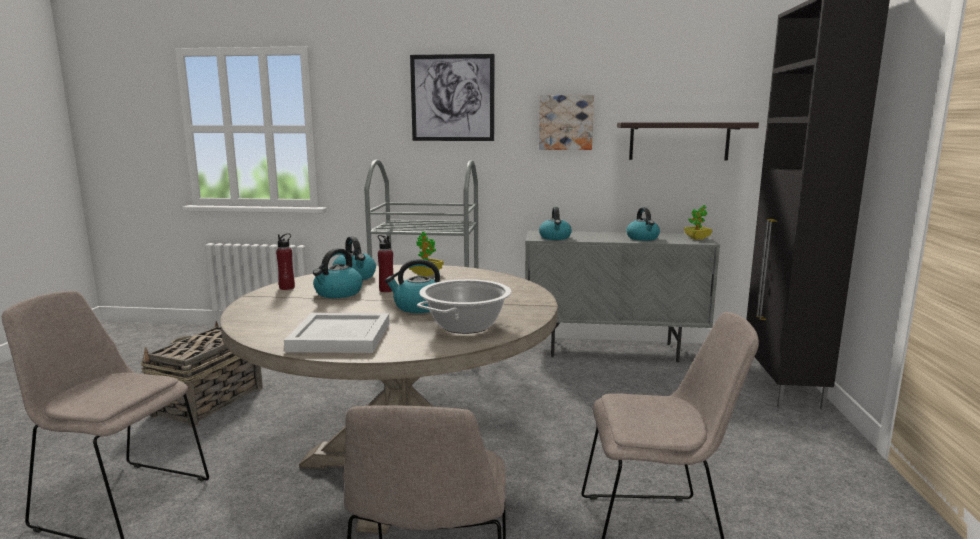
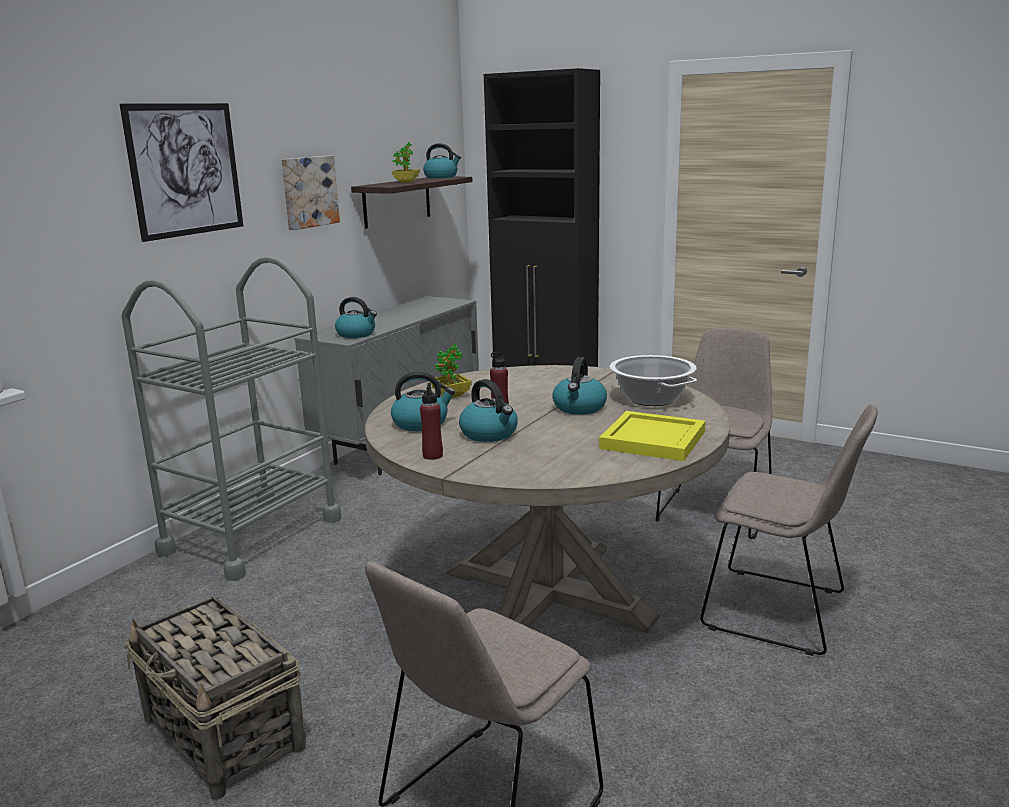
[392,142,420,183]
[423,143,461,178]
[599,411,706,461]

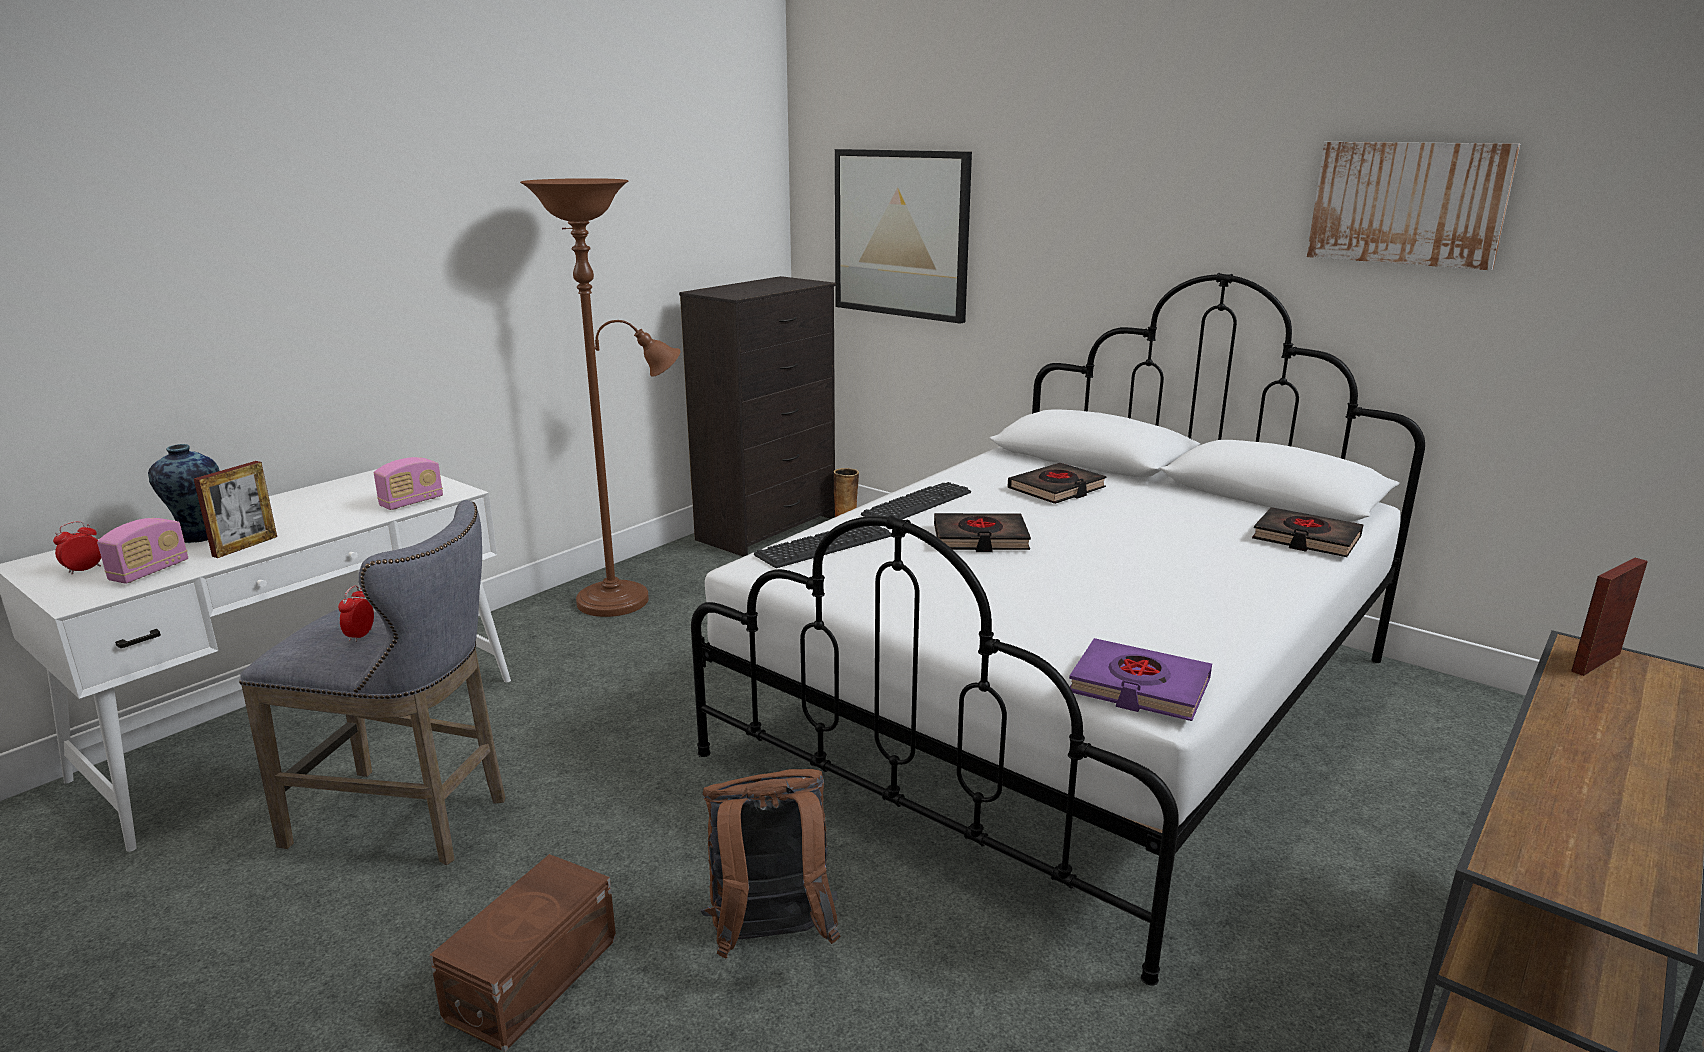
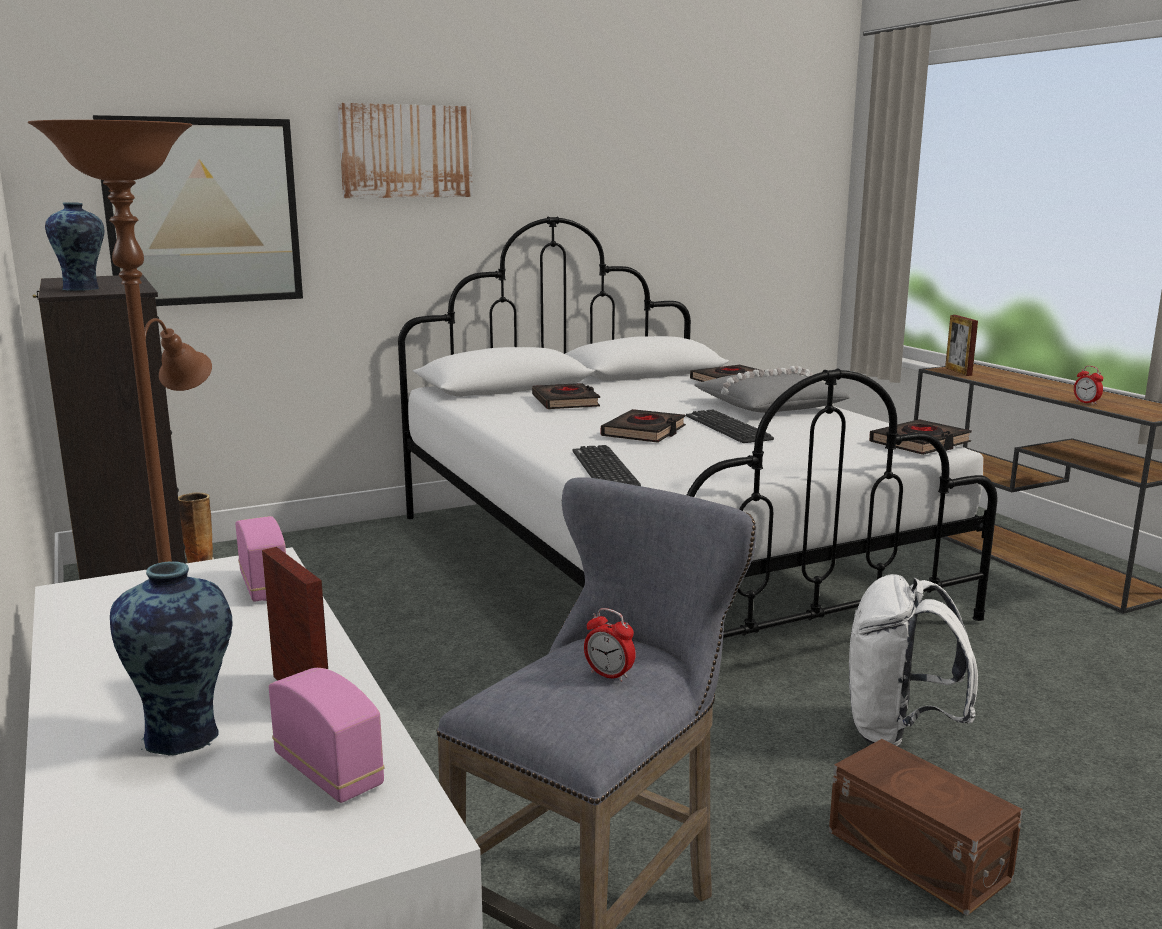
[45,202,104,291]
[337,103,473,198]
[686,410,774,443]
[694,366,850,413]
[849,574,978,747]
[869,419,972,455]
[1074,366,1103,405]

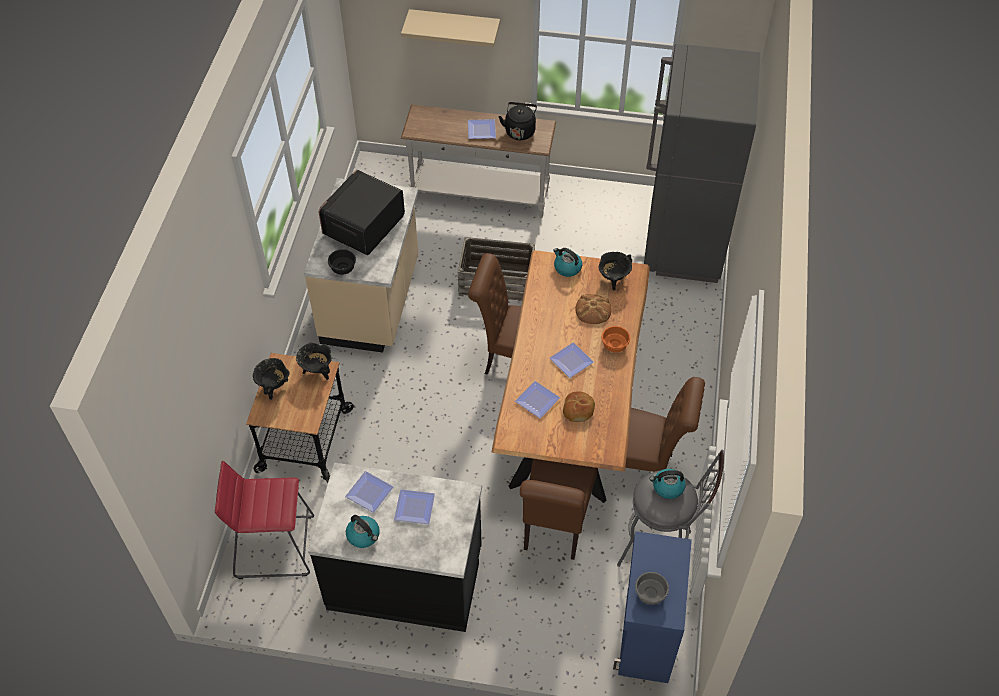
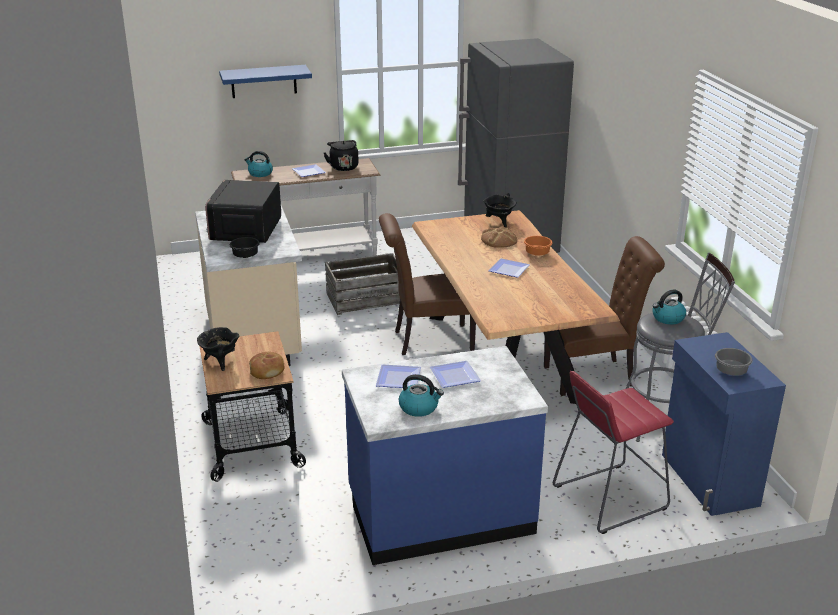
[219,65,312,98]
[244,151,273,177]
[249,352,285,379]
[342,346,548,565]
[553,371,674,534]
[296,343,332,380] (first image)
[515,381,560,419] (first image)
[520,459,598,560] (first image)

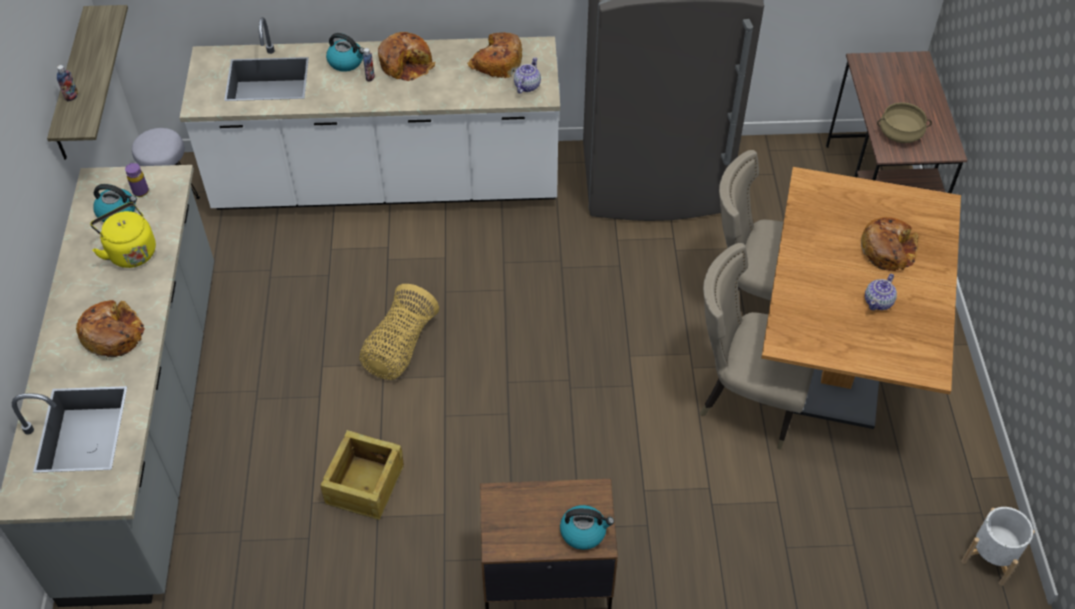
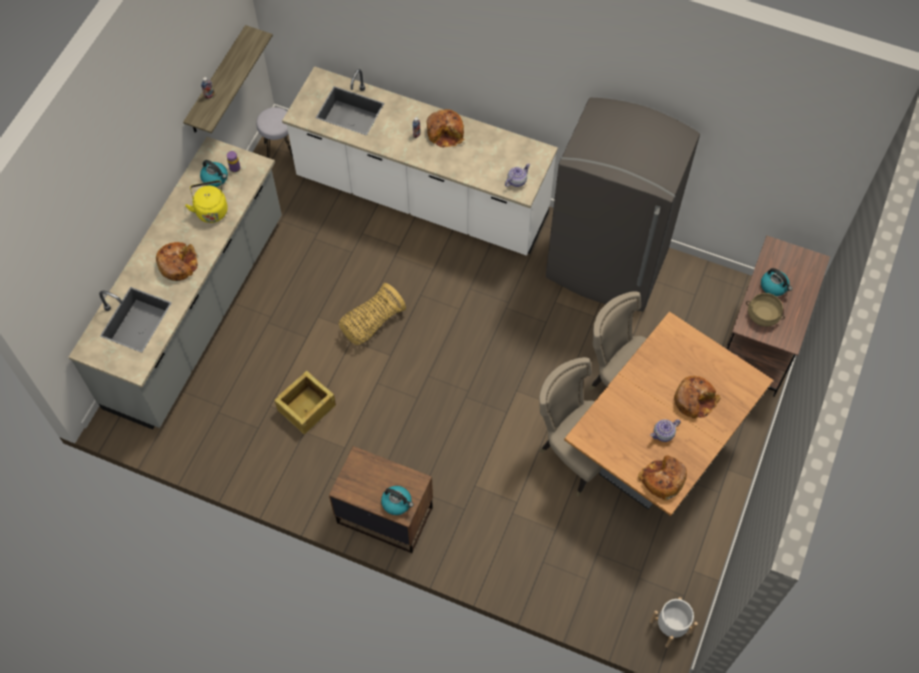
[638,455,687,501]
[761,268,792,296]

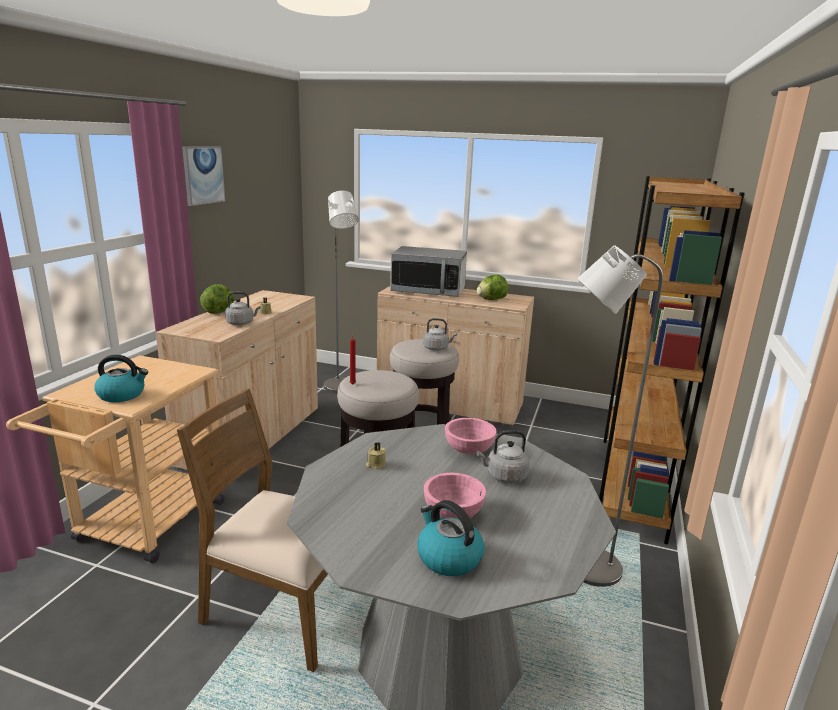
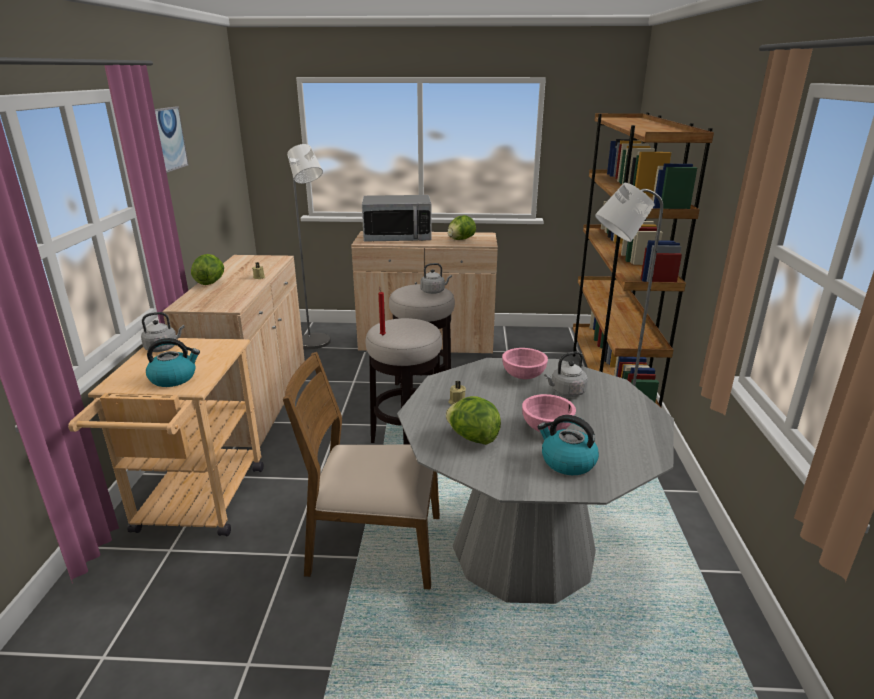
[141,312,185,352]
[446,396,501,445]

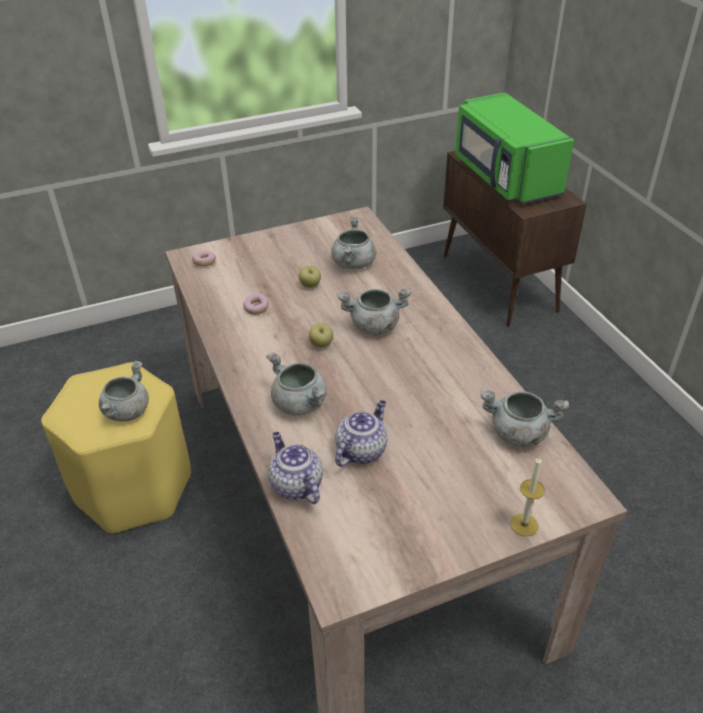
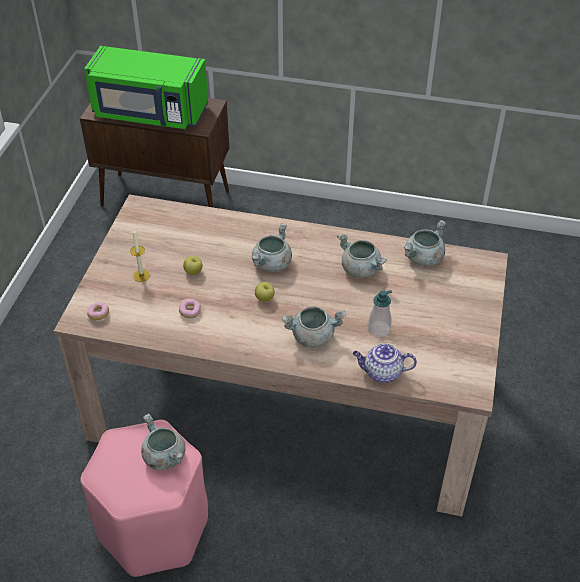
[80,420,208,577]
[130,230,150,282]
[337,233,387,278]
[368,290,392,337]

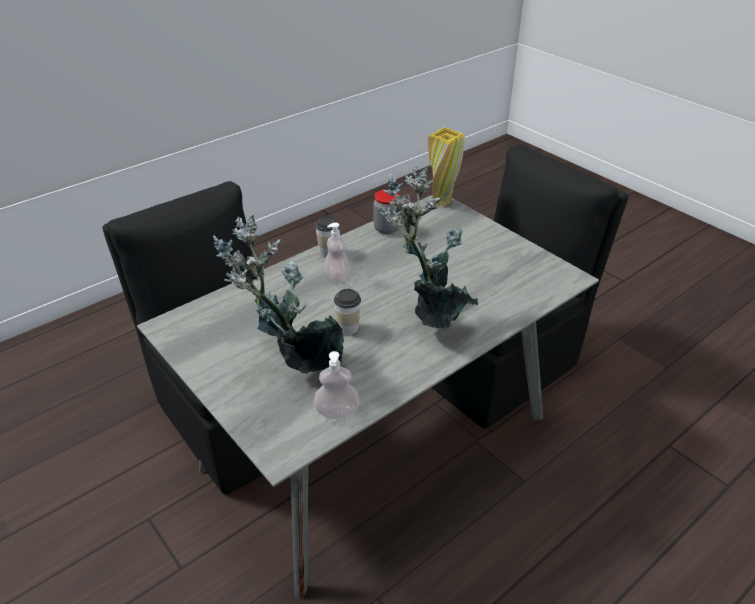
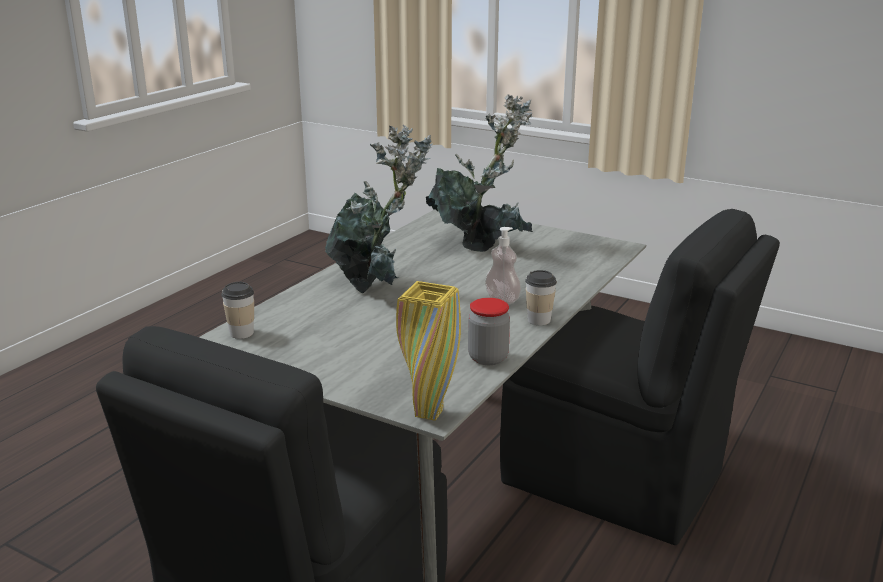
[221,282,254,339]
[314,351,359,419] (first image)

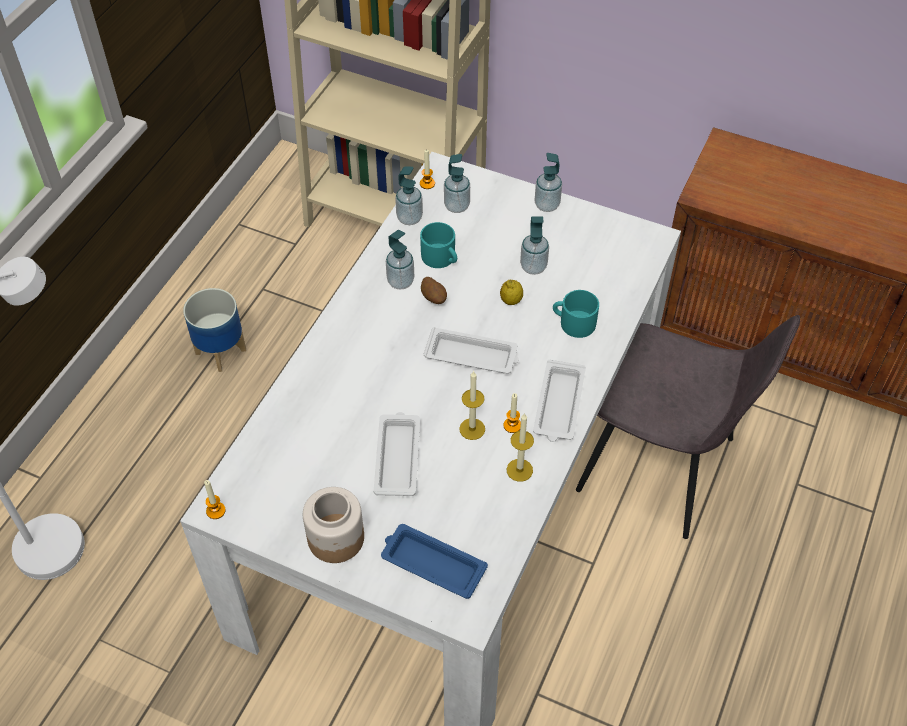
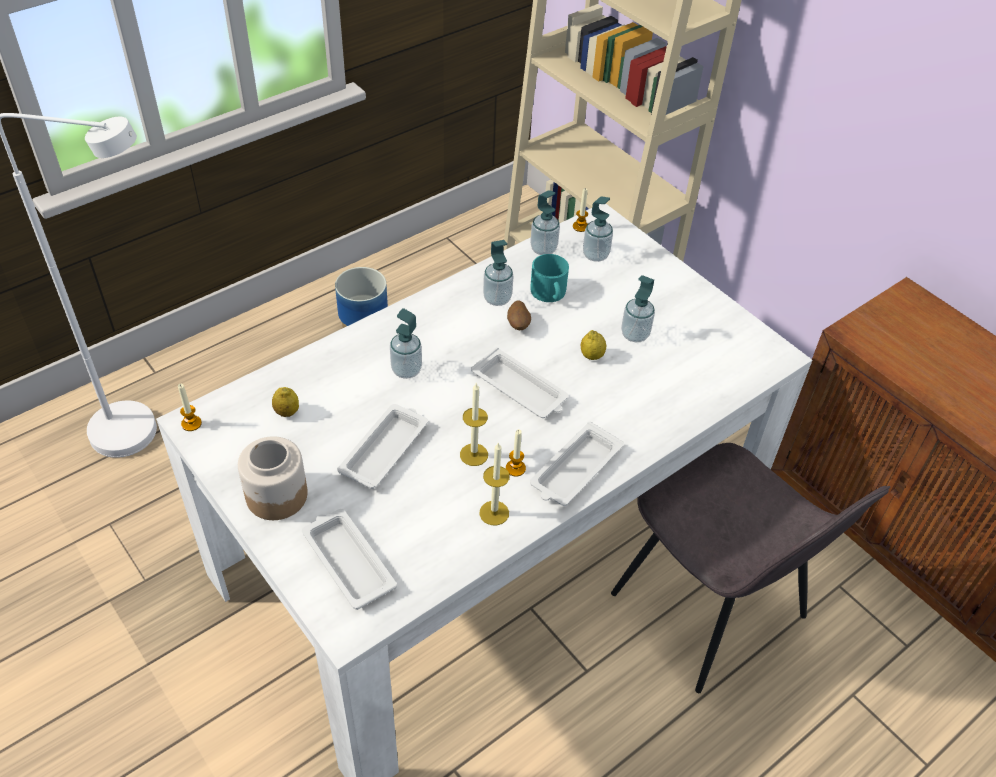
[272,387,299,417]
[302,509,397,610]
[390,308,422,379]
[553,290,599,338] (first image)

